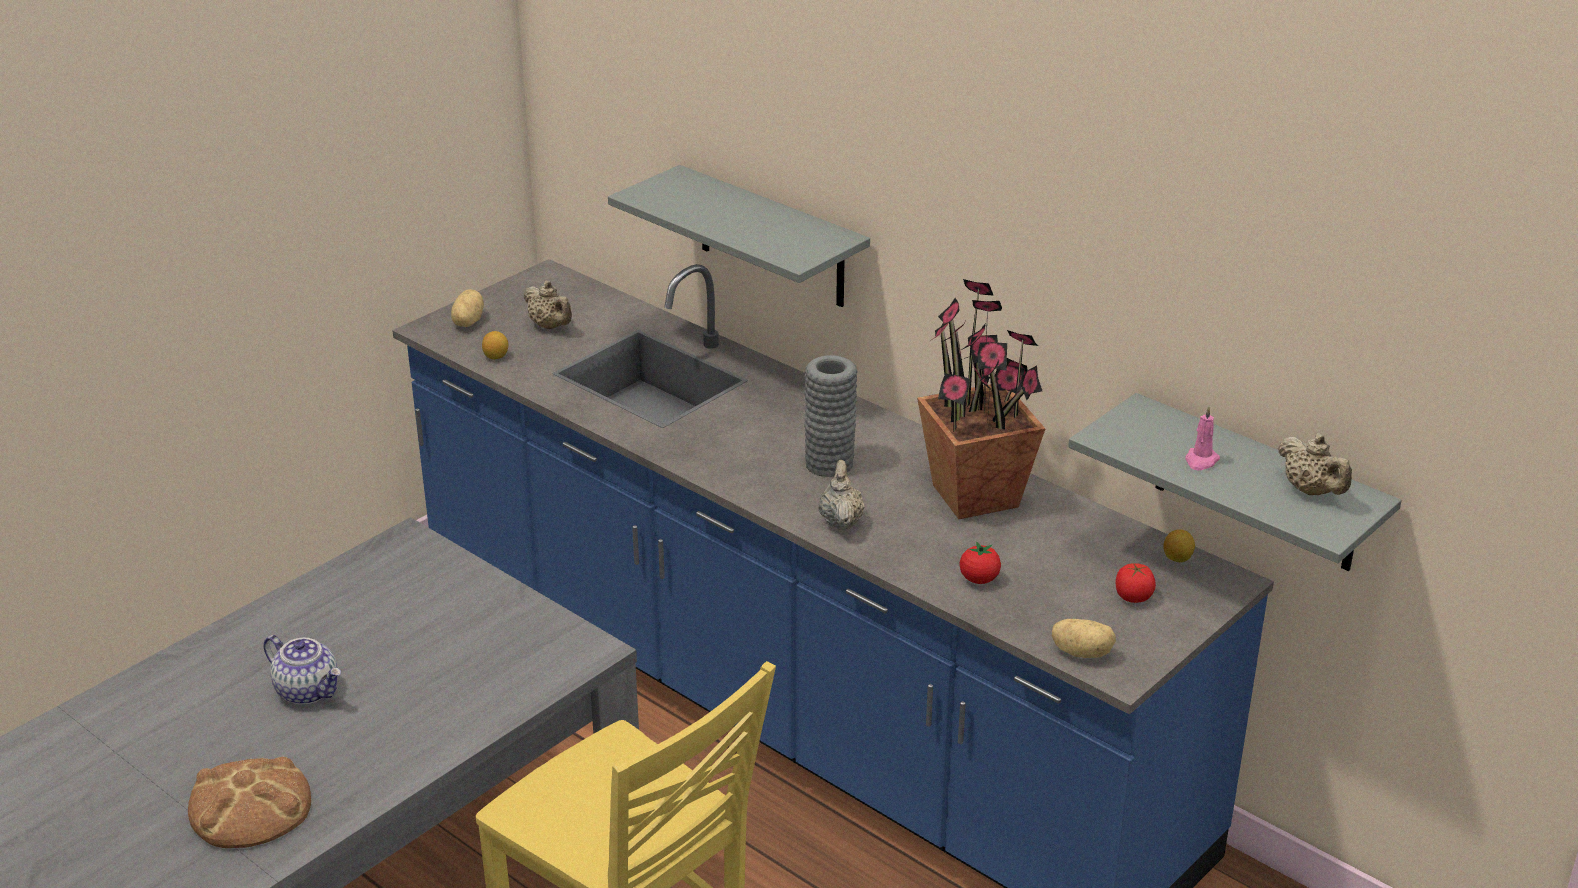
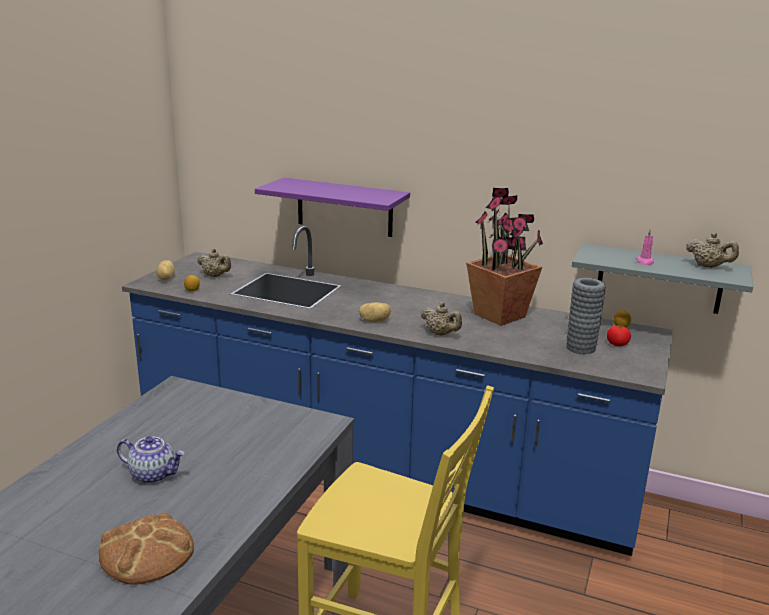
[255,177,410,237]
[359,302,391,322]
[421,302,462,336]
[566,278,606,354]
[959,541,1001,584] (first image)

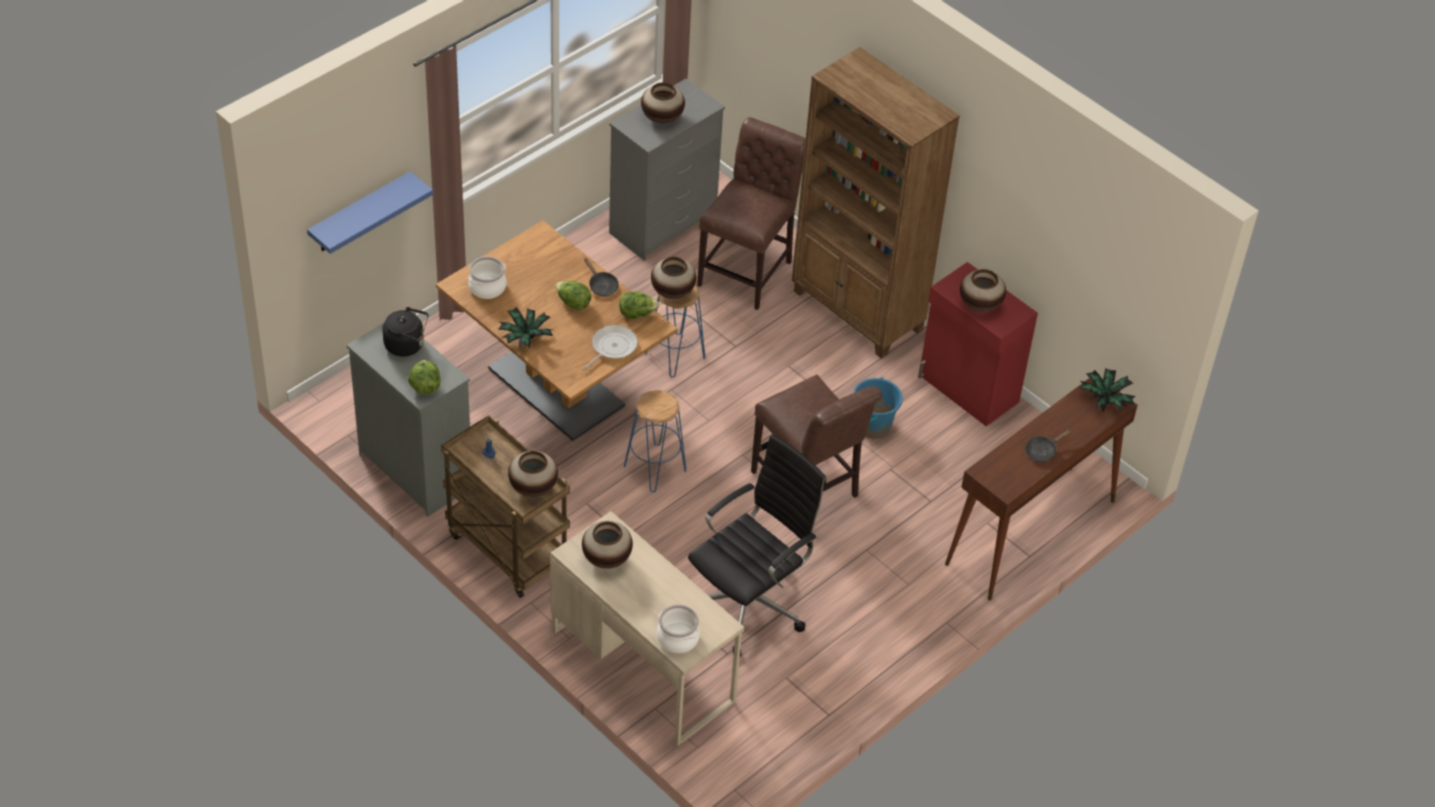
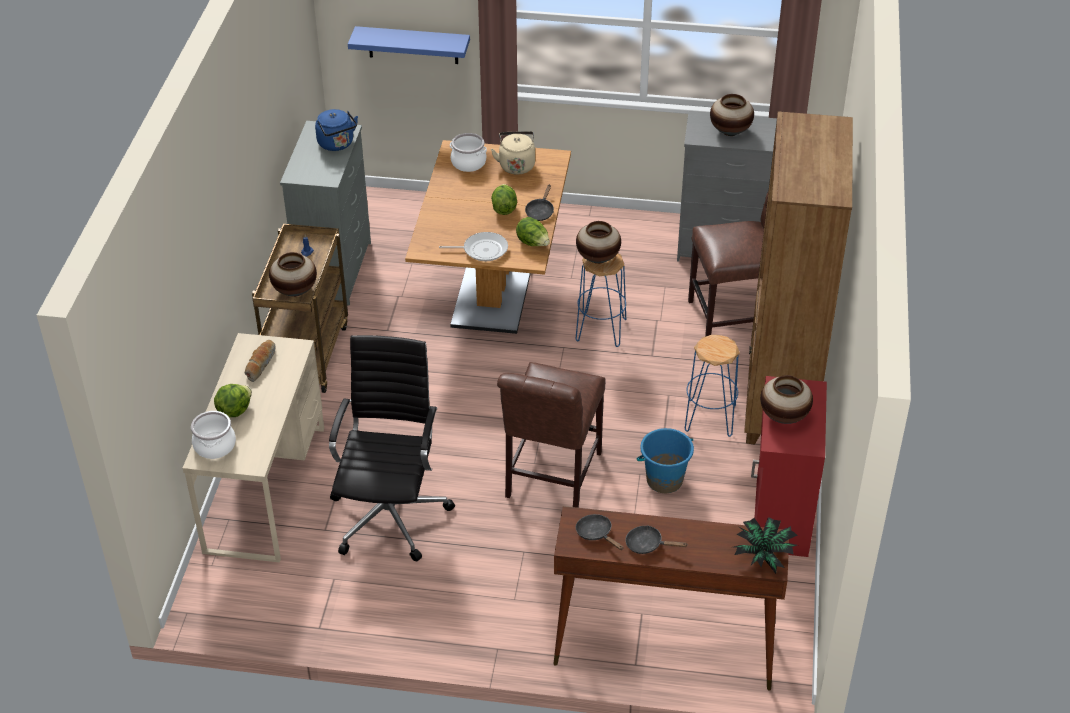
[214,384,252,417]
[245,340,275,382]
[315,109,358,151]
[329,335,455,561]
[491,131,535,175]
[576,514,624,550]
[685,335,740,437]
[498,307,553,348] (first image)

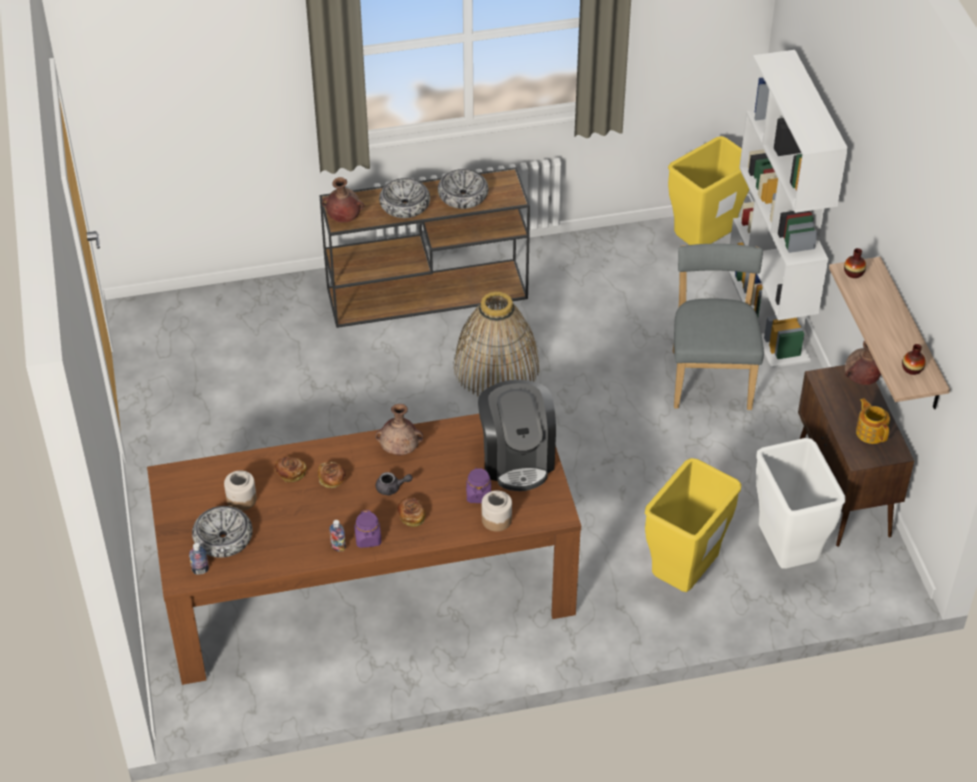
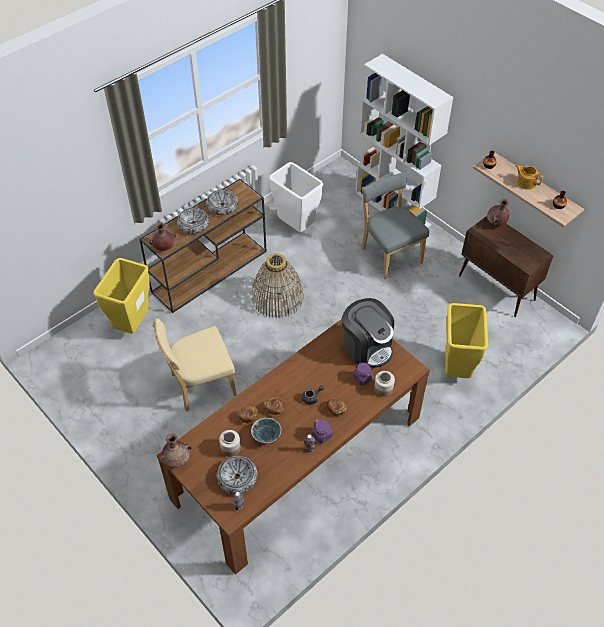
[94,258,150,334]
[153,318,237,412]
[159,433,191,468]
[251,418,281,443]
[269,162,323,232]
[515,165,543,190]

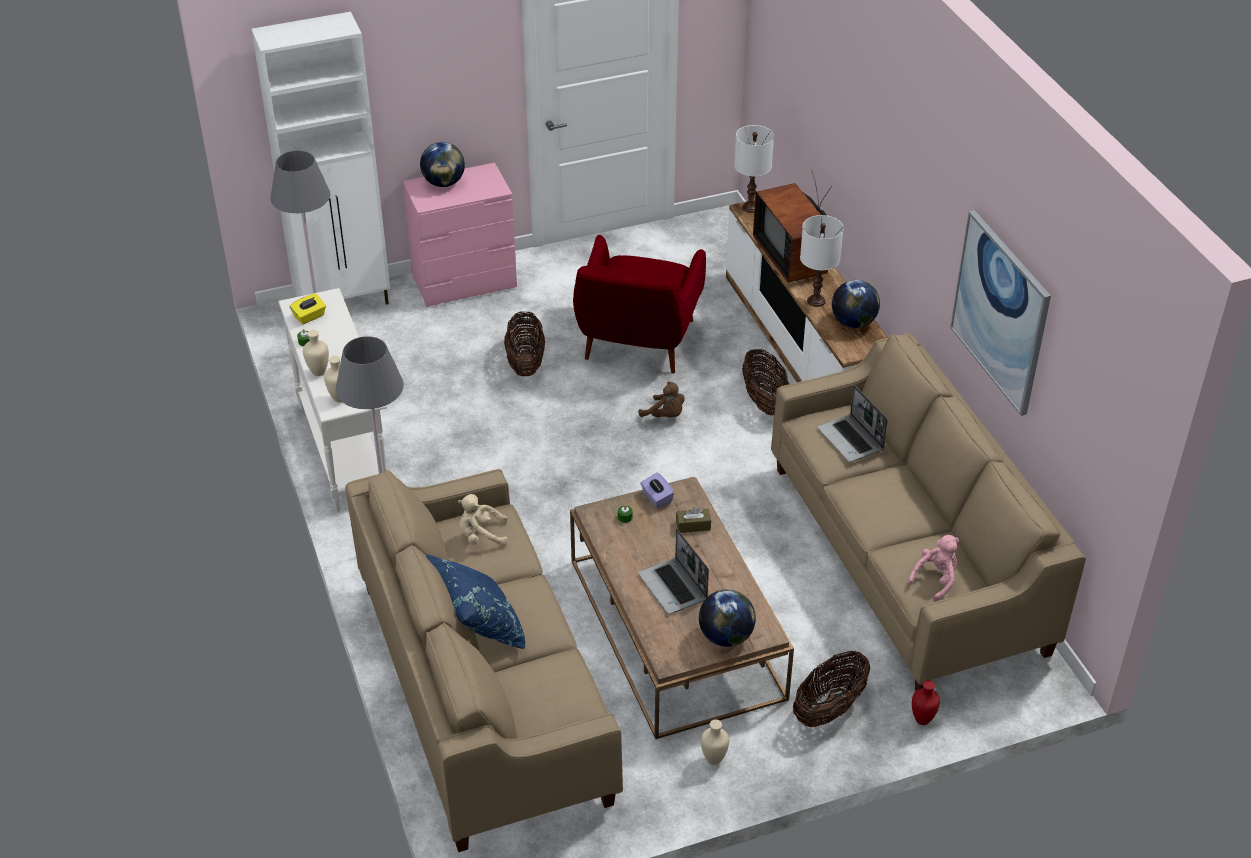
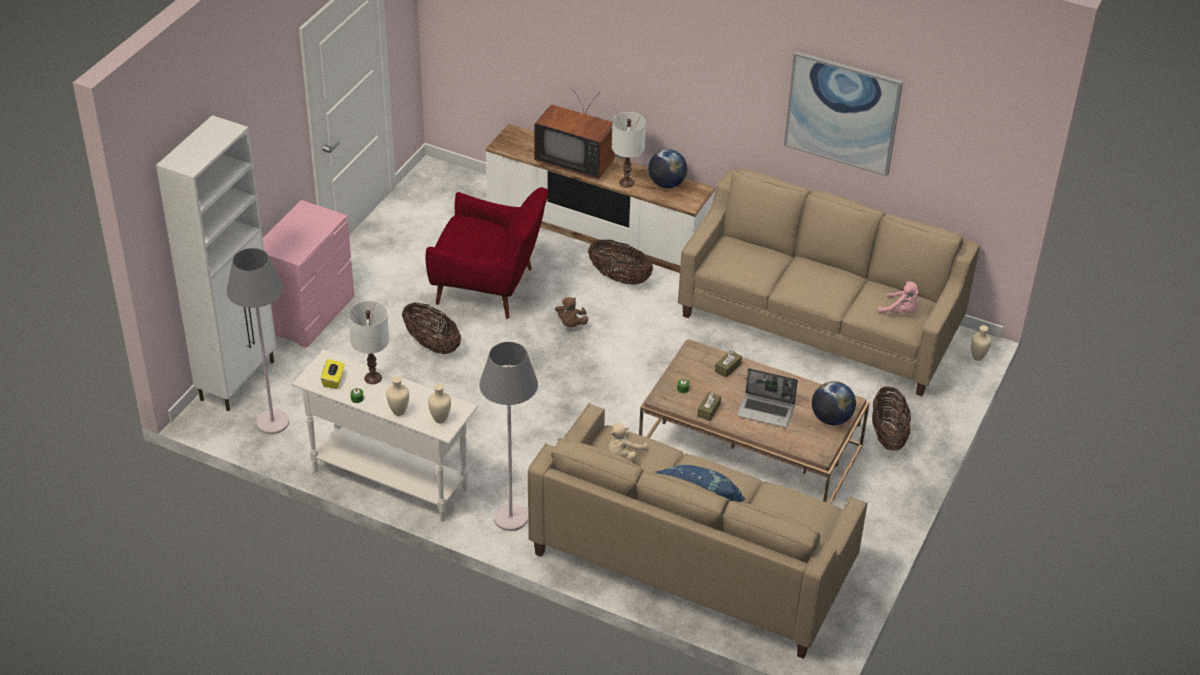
[348,301,389,384]
[426,187,548,319]
[555,297,588,327]
[697,392,721,421]
[877,281,919,314]
[971,325,991,361]
[420,142,465,187] (first image)
[640,473,674,508] (first image)
[817,385,888,462] (first image)
[912,680,940,725] (first image)

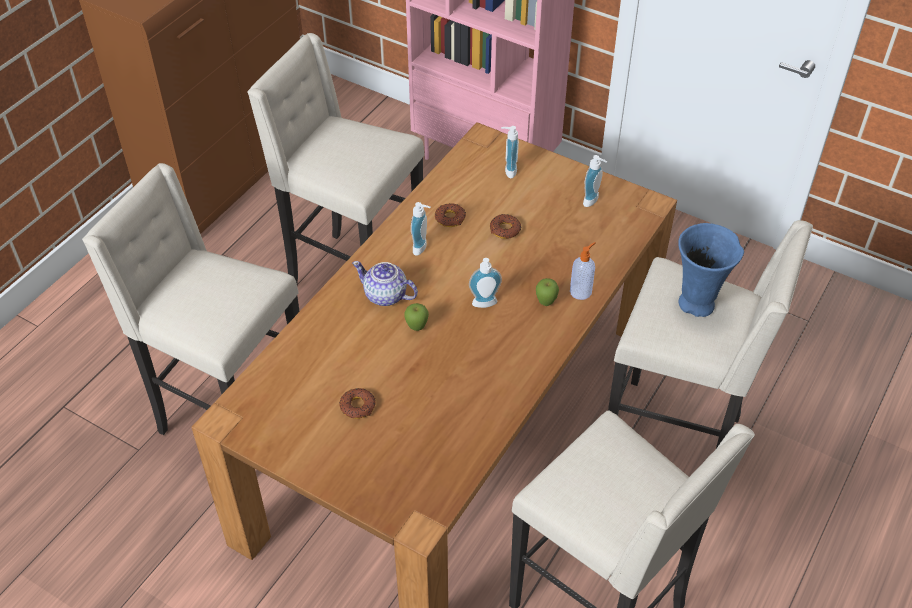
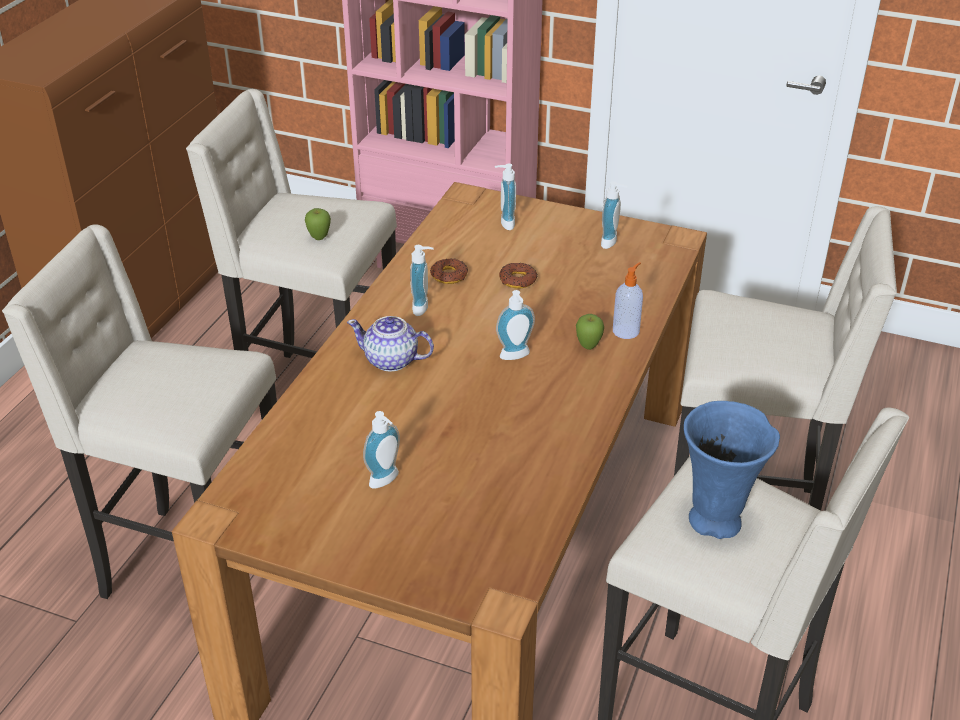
[305,208,331,240]
[363,411,400,488]
[684,401,780,539]

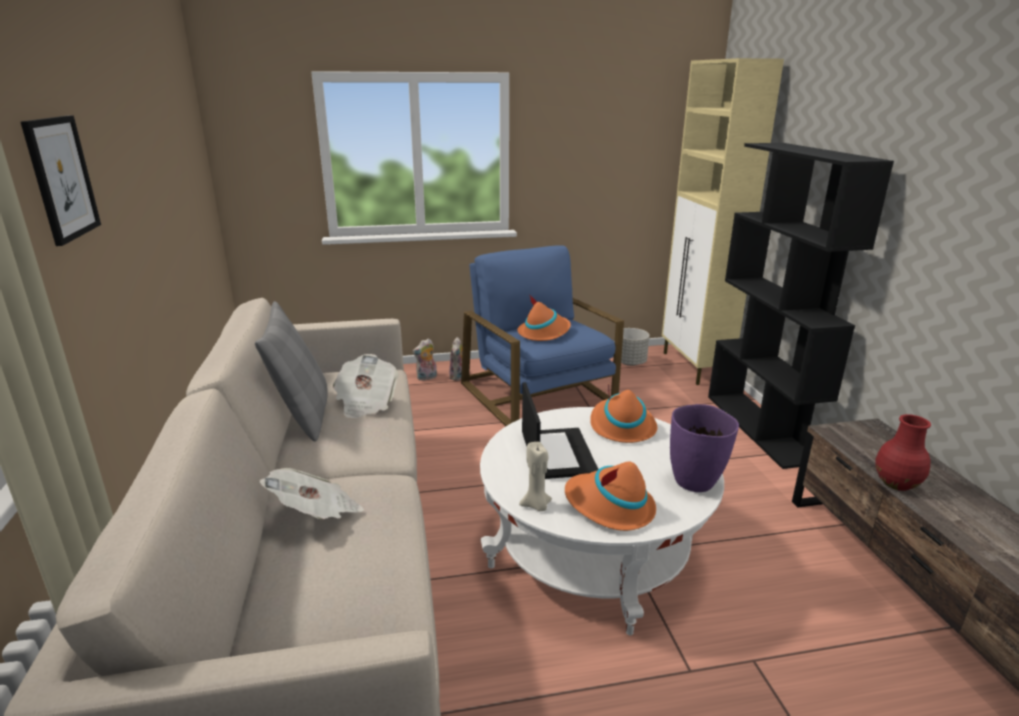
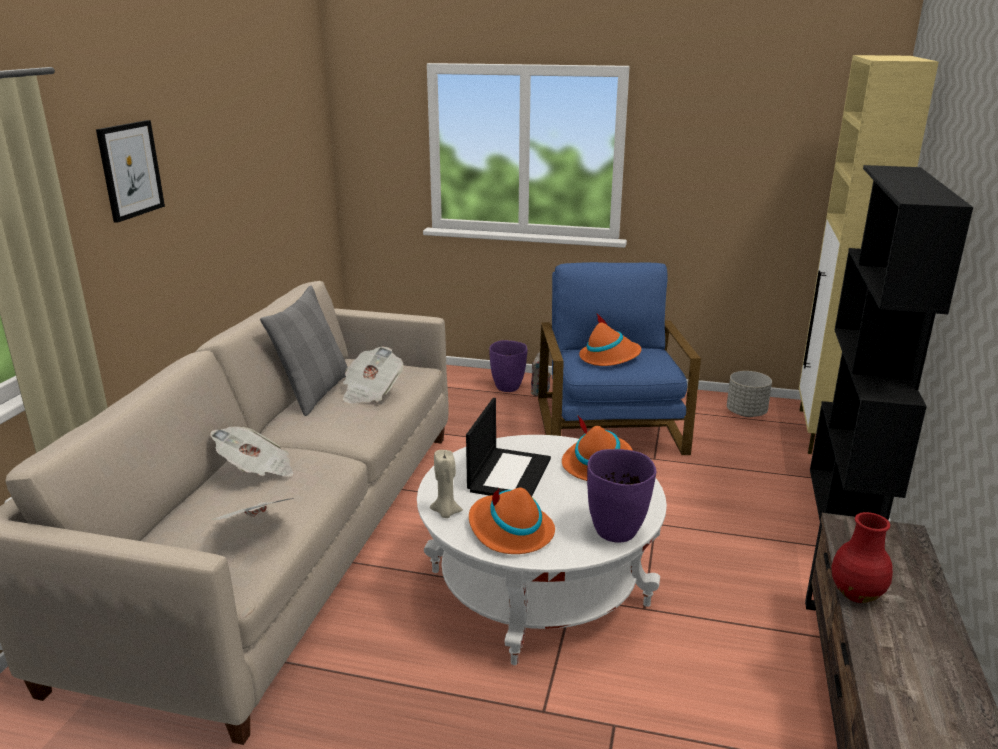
[210,498,294,520]
[489,340,527,392]

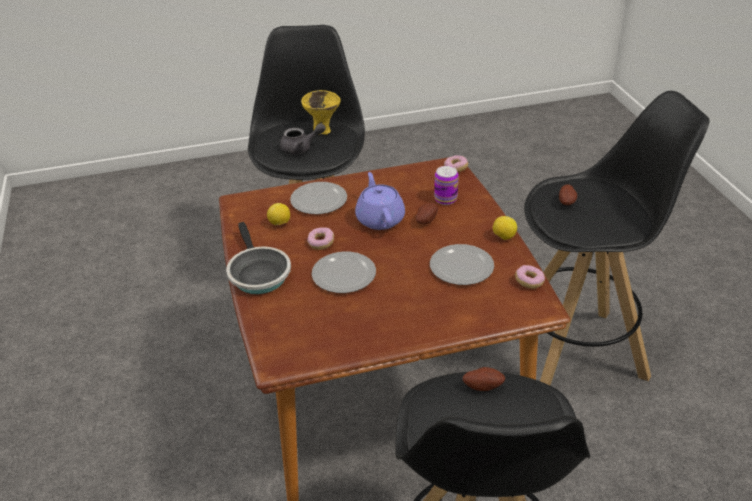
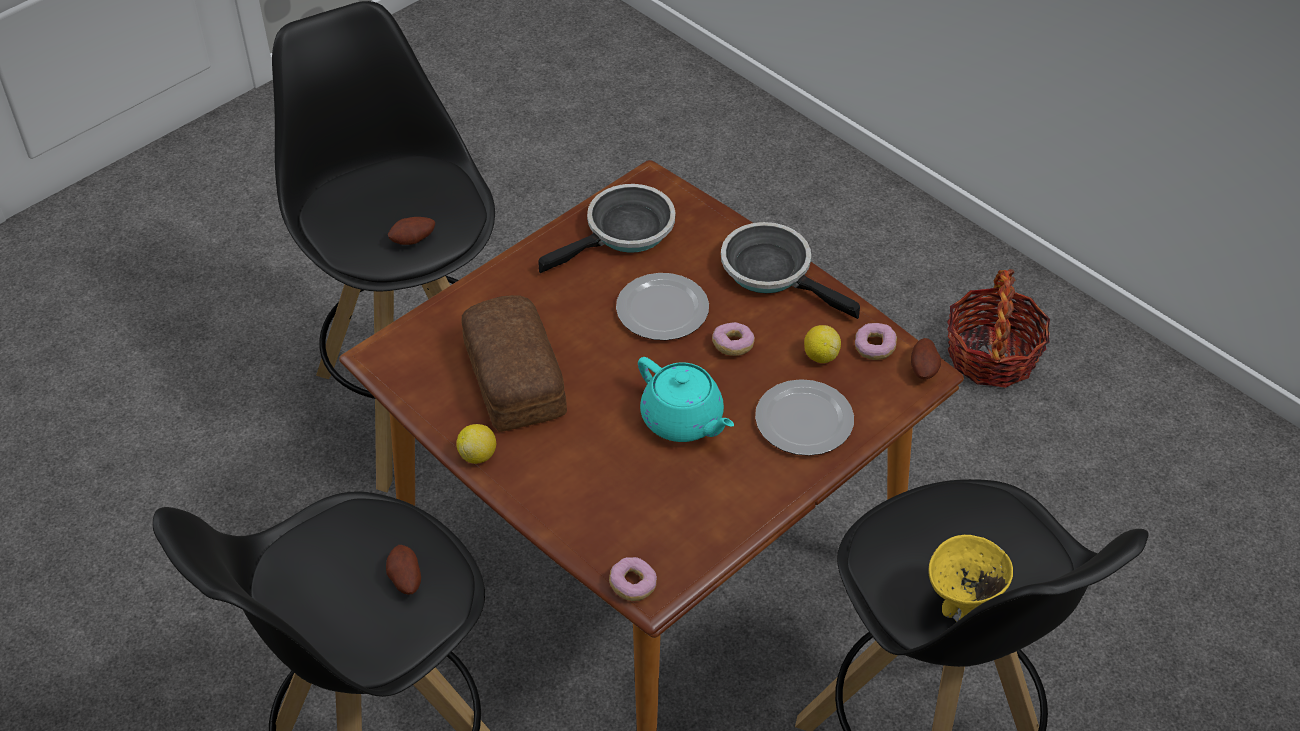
[462,295,567,432]
[538,184,675,273]
[638,357,734,442]
[855,323,897,360]
[911,338,941,379]
[947,269,1050,388]
[280,123,326,155] (first image)
[434,166,459,205] (first image)

